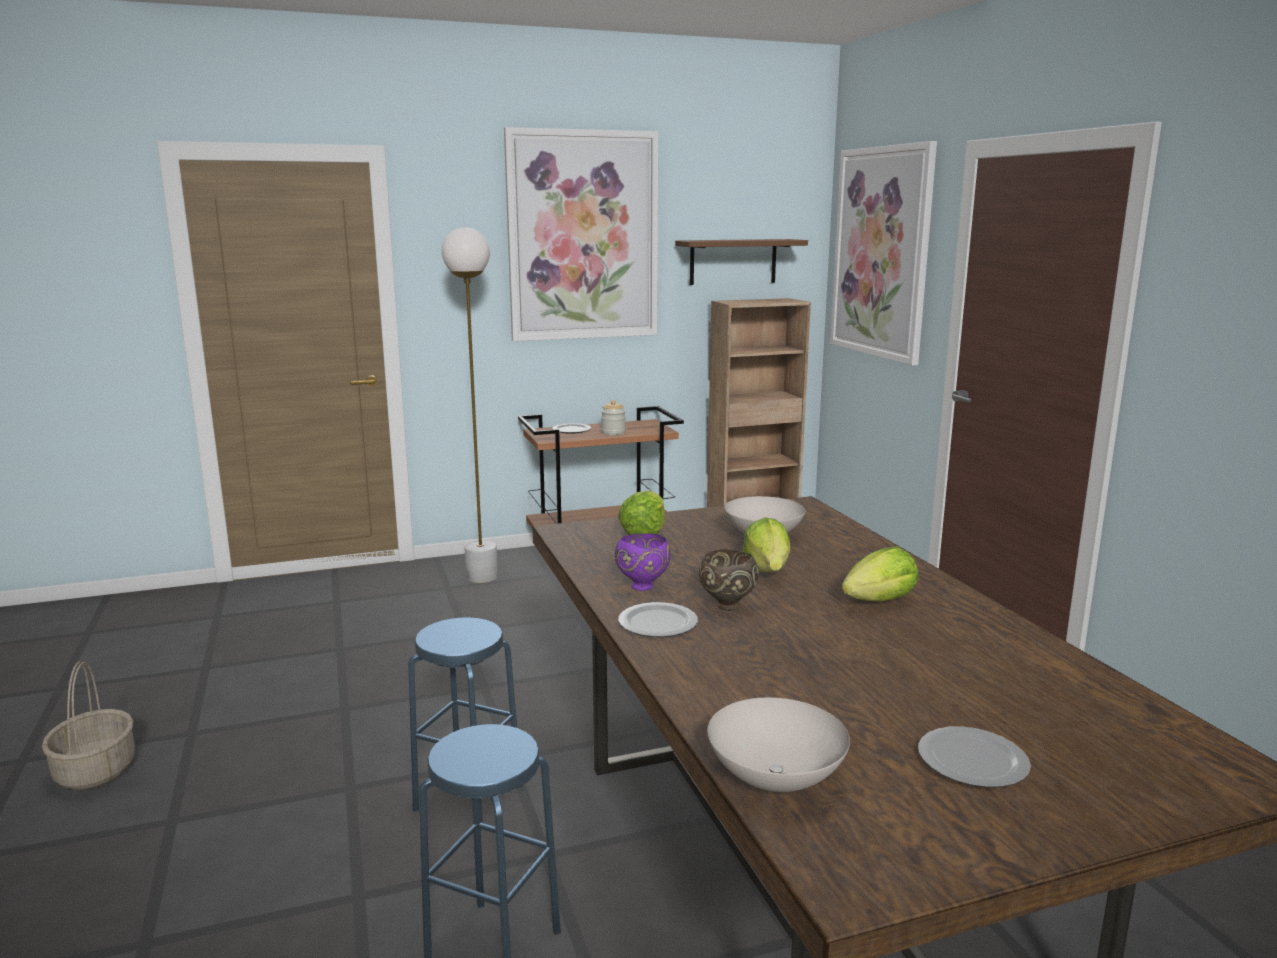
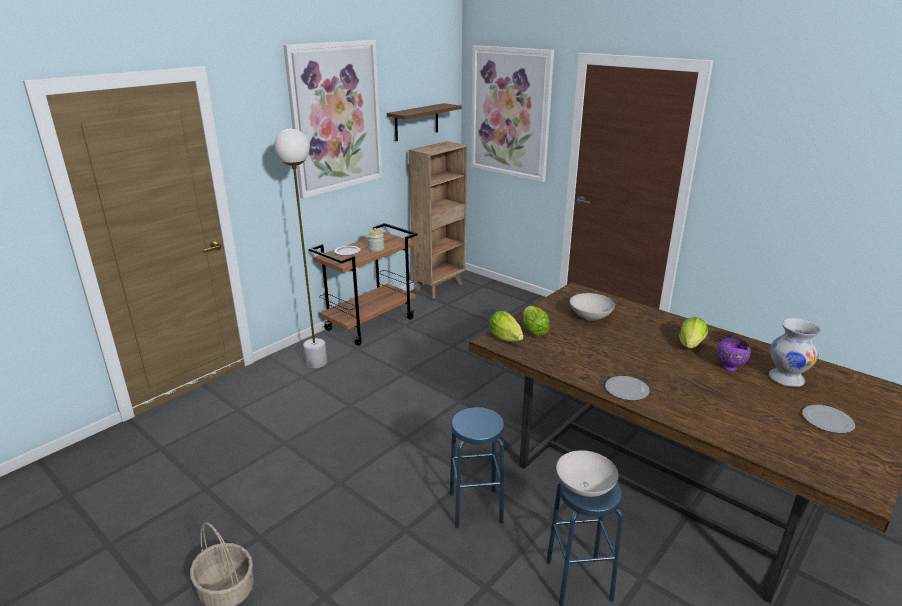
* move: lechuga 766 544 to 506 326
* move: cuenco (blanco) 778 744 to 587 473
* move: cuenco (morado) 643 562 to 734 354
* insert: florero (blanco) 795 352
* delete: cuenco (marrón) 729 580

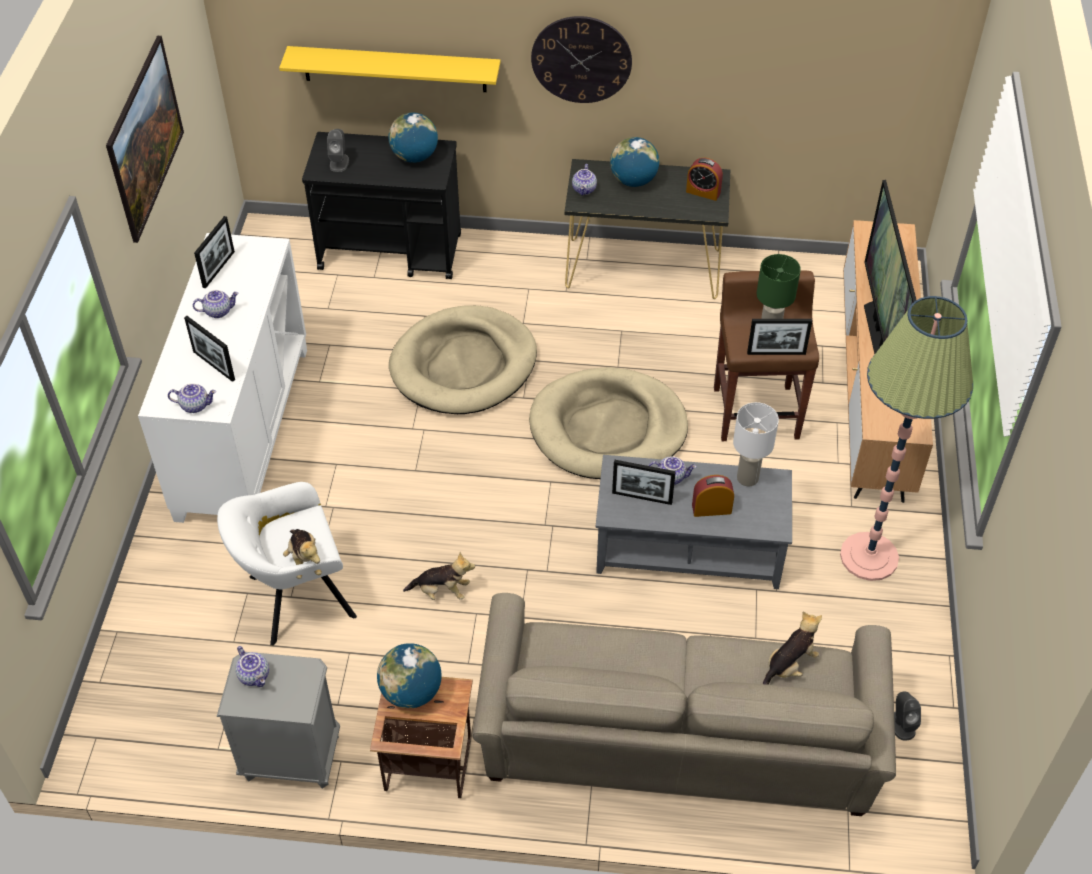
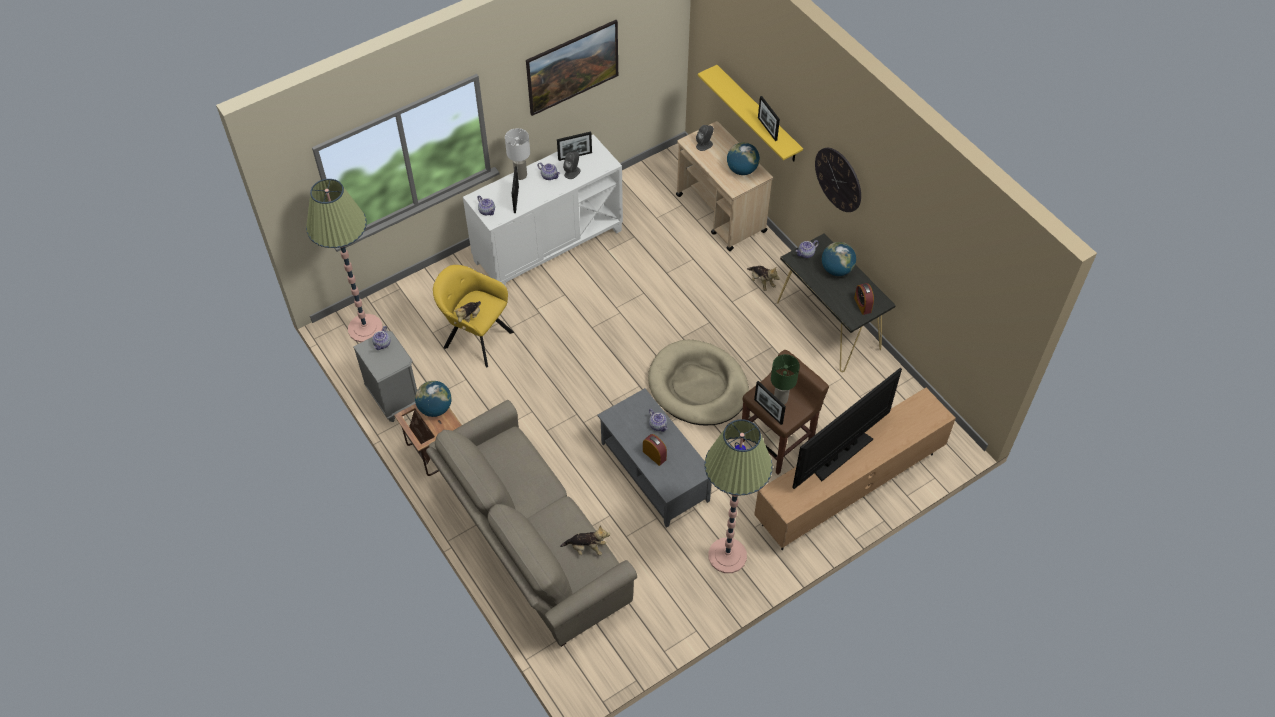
* insert: lámpara de pie 344 260
* recolor: sillón (blanco) 287 564 to sillón (amarillo) 473 316
* move: lámpara de mesa (blanco) 756 444 to 517 154
* move: altavoz (gris) 907 716 to 572 165
* recolor: carrito (negro) 381 205 to carrito (beis) 724 186
* move: peluche 439 576 to 763 278
* move: portarretratos 644 482 to 769 118
* delete: cama para perro (beis) 463 359

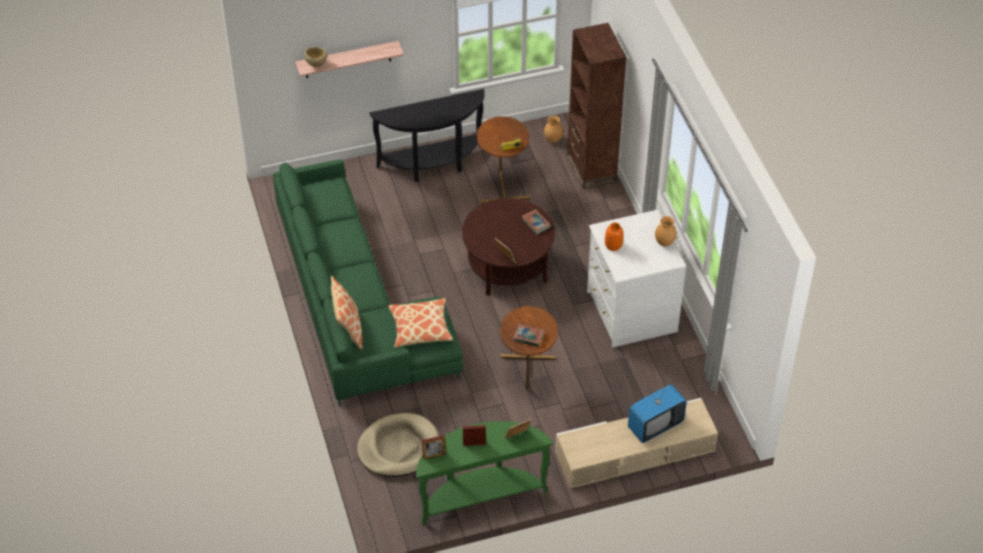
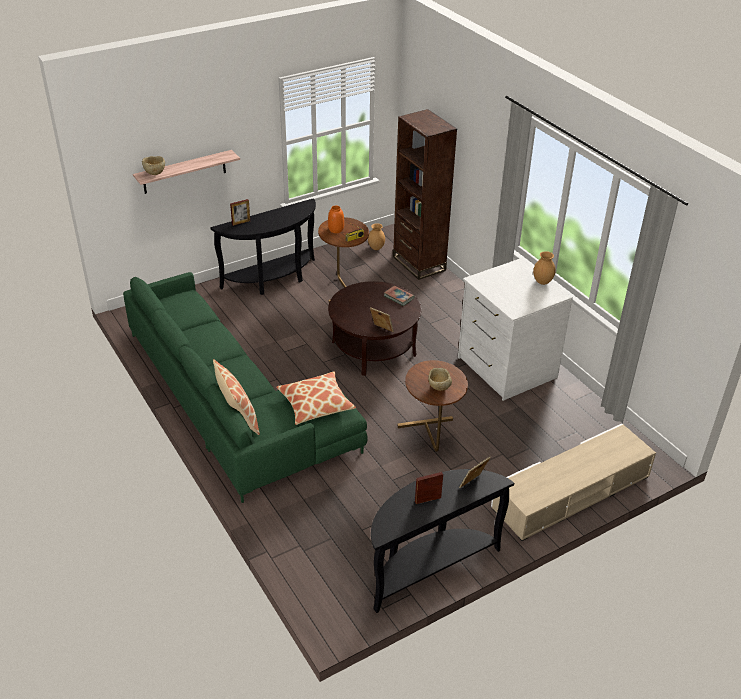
* move: portarretratos 434 447 to 240 212
* move: florero (naranja) 614 237 to 336 219
* recolor: mesa consola (verde) 484 473 to mesa consola (negro) 442 541
* replace: libro 528 335 to cuenco (beis) 440 379
* delete: cama para perro (beis) 398 445
* delete: televisor 657 412

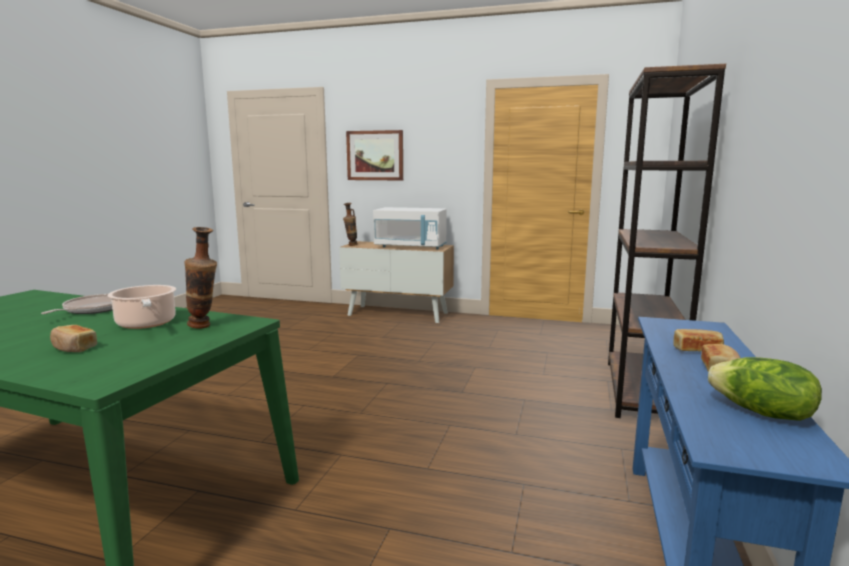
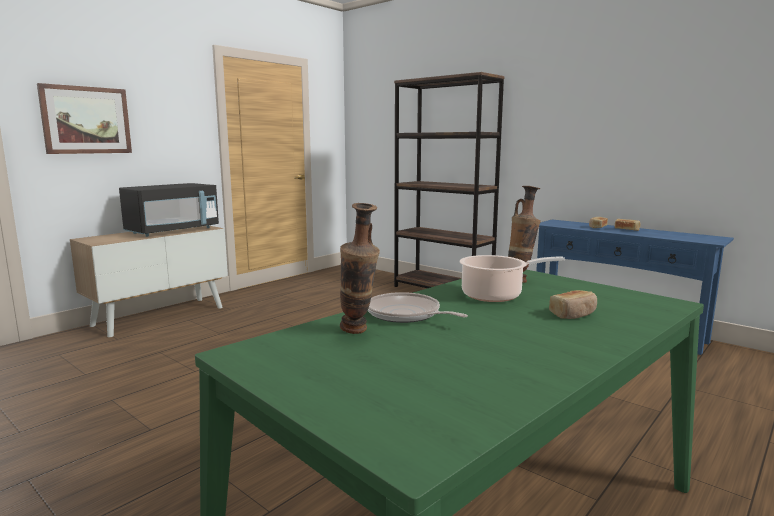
* recolor: microondas (blanco) 410 228 to microondas (negro) 169 210
* move: florero 350 224 to 360 268
* delete: lechuga 765 389

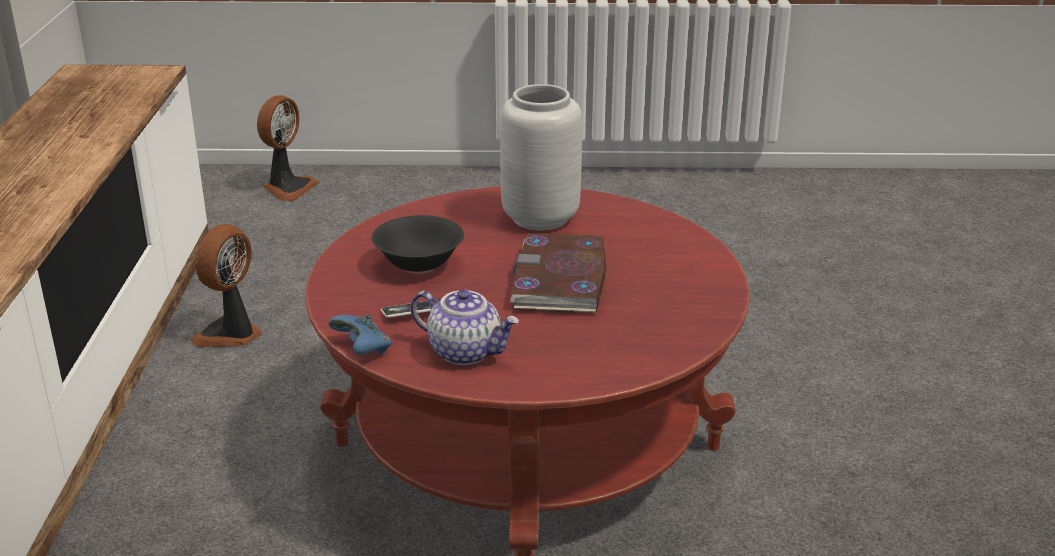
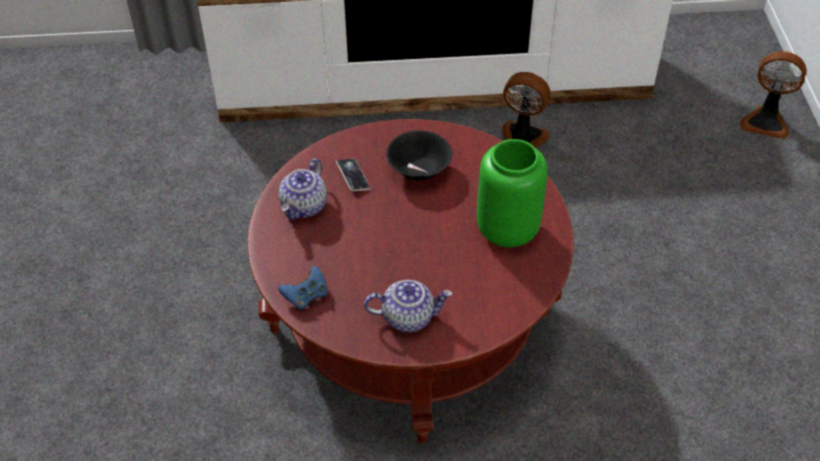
* move: mando de consola (azul) 360 334 to 303 288
* insert: tetera 408 306
* recolor: florero (gris) 541 157 to florero (verde) 512 193
* delete: libro 558 273

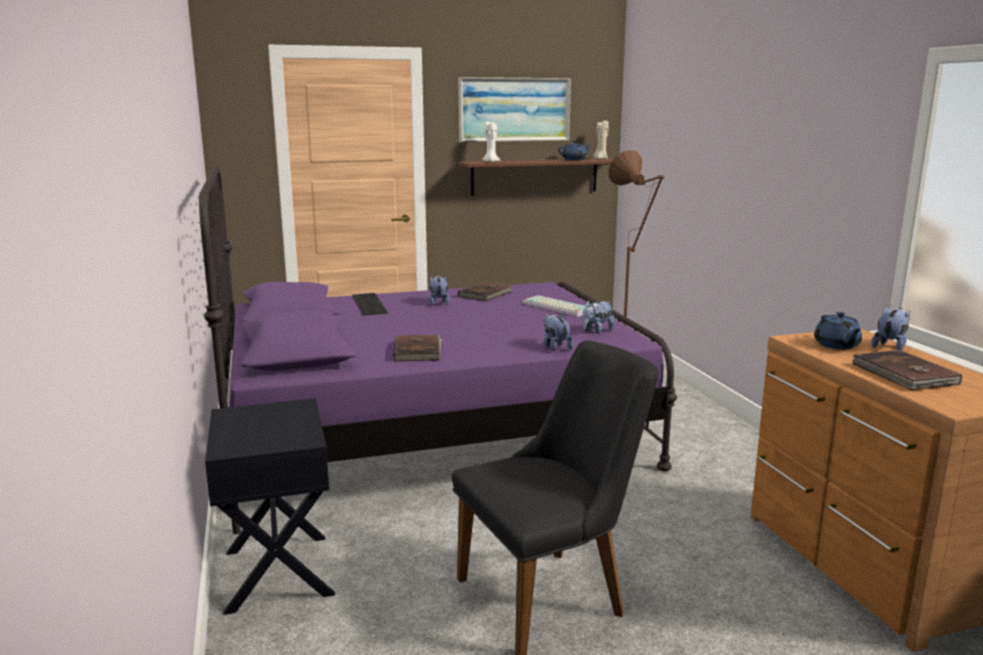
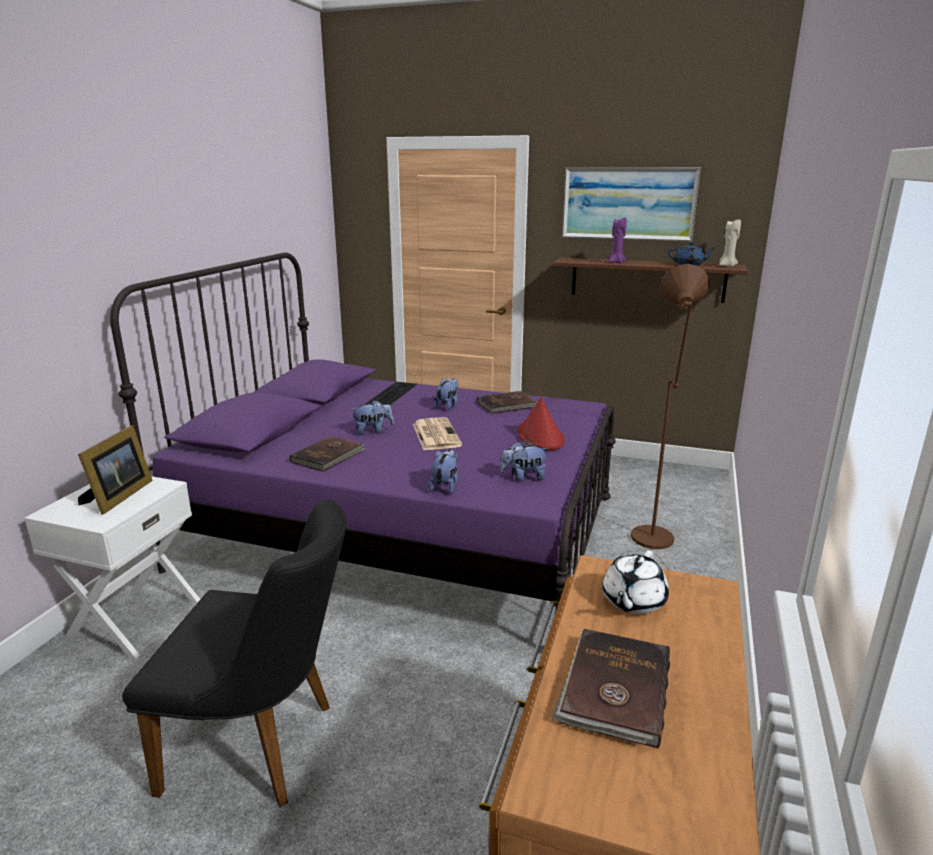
* recolor: mesita de noche (negro) 270 506 to mesita de noche (blanco) 112 567
* insert: portarretratos 115 470
* move: peluche 890 328 to 372 417
* insert: periódico 437 433
* replace: teclado 553 306 to sombrero (rojo) 541 424
* recolor: tetera (azul) 838 330 to tetera (blanco) 635 582
* insert: vela (morado) 618 240
* delete: vela (blanco) 491 142

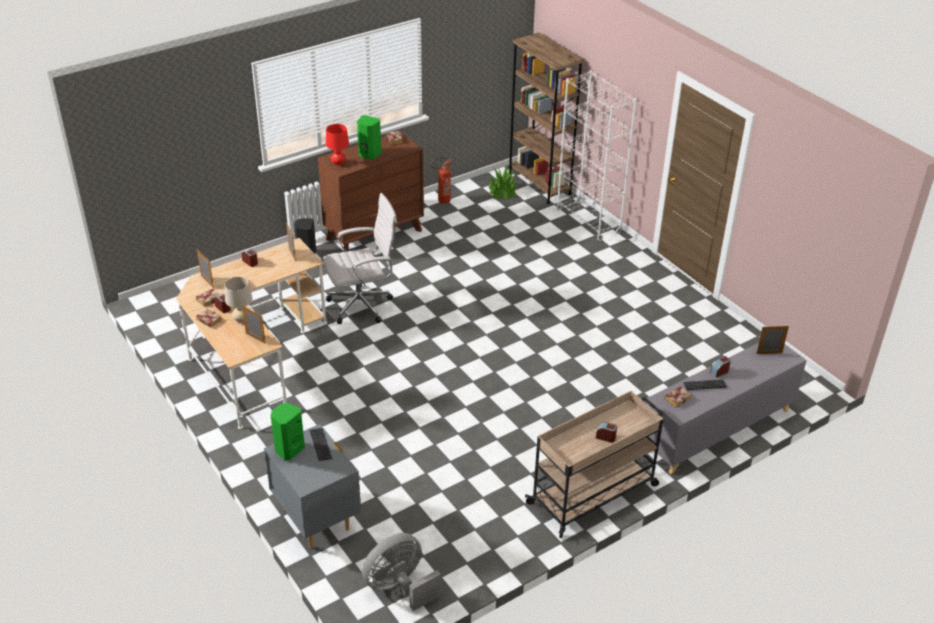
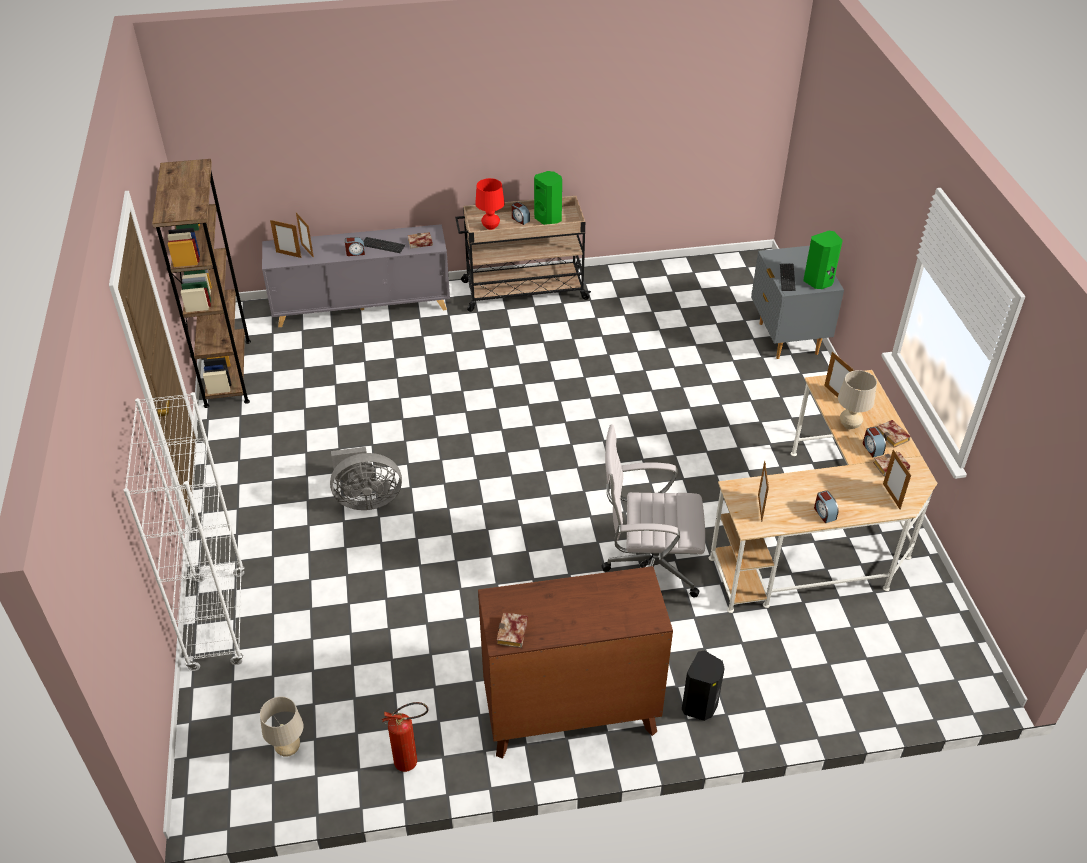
* move: estantería (marrón) 546 118 to 201 283
* replace: planta en maceta 503 182 to lámpara de mesa (beis) 281 727
* insert: portarretratos 305 235
* move: ventilador (gris) 401 572 to 366 478
* move: lámpara de mesa (rojo) 337 144 to 489 204
* move: altavoz (verde) 369 137 to 548 198

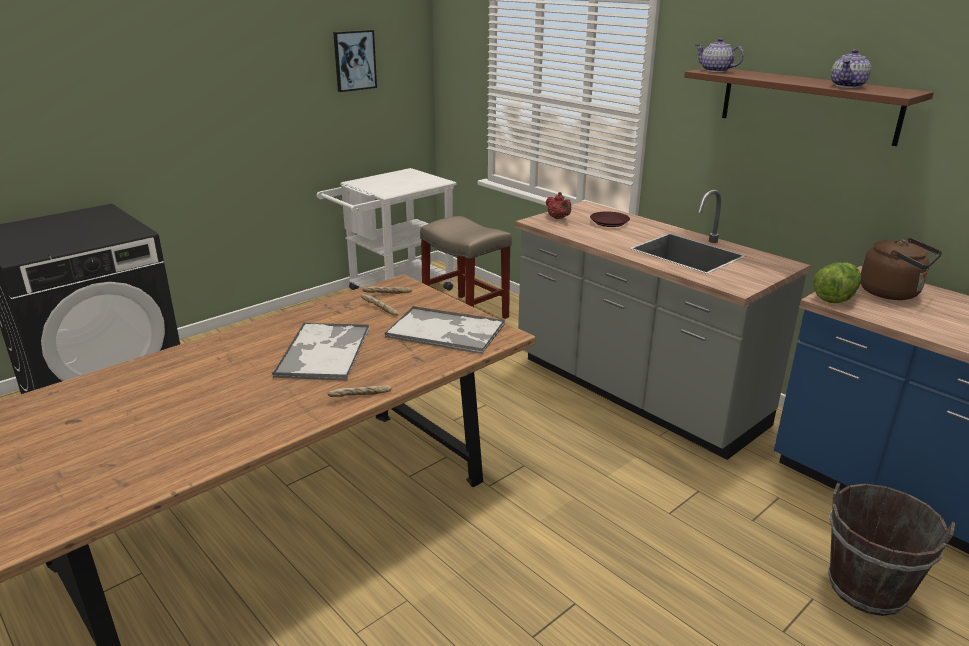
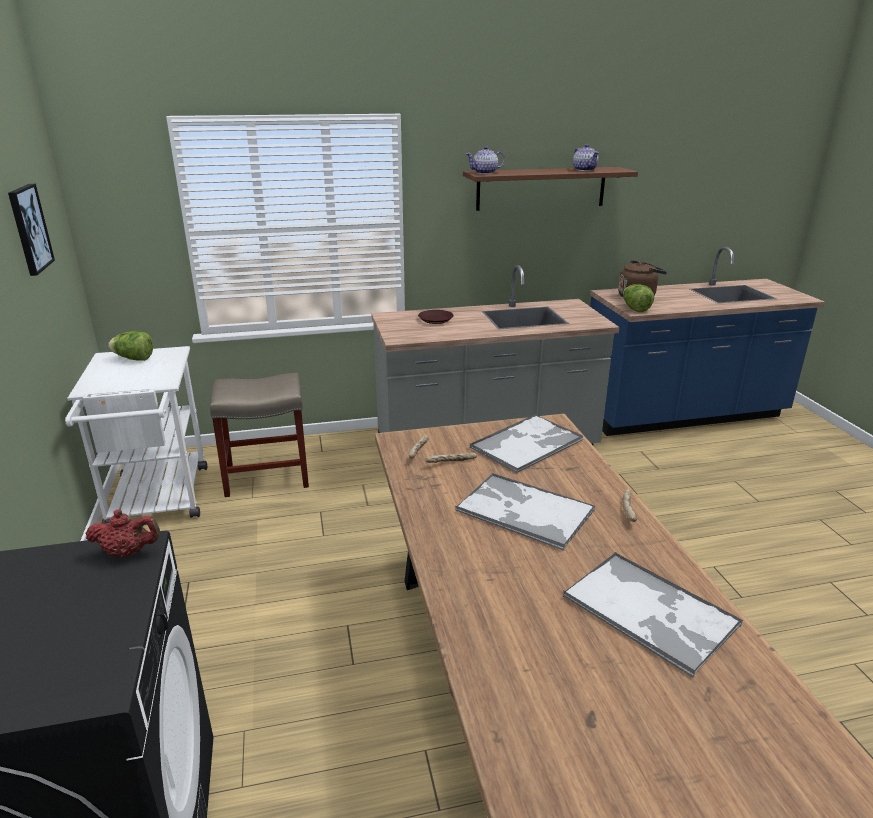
* move: tetera (rojo) 558 205 to 123 533
* insert: lechuga 130 346
* insert: bandeja 653 615
* delete: cubo (marrón) 891 549

